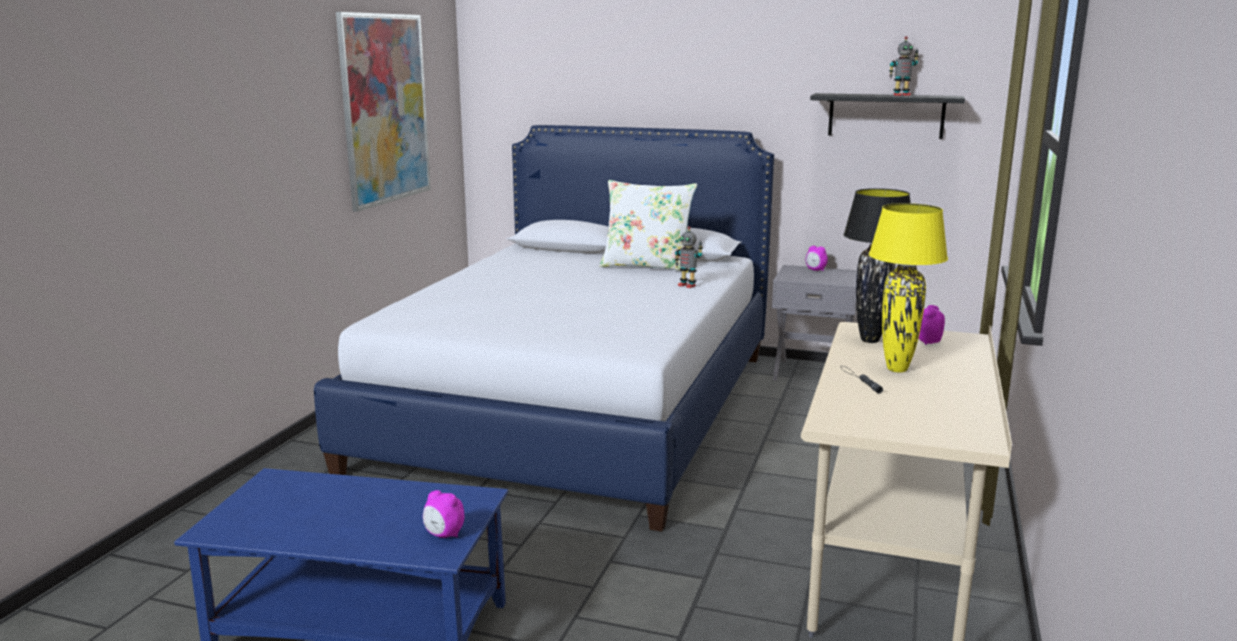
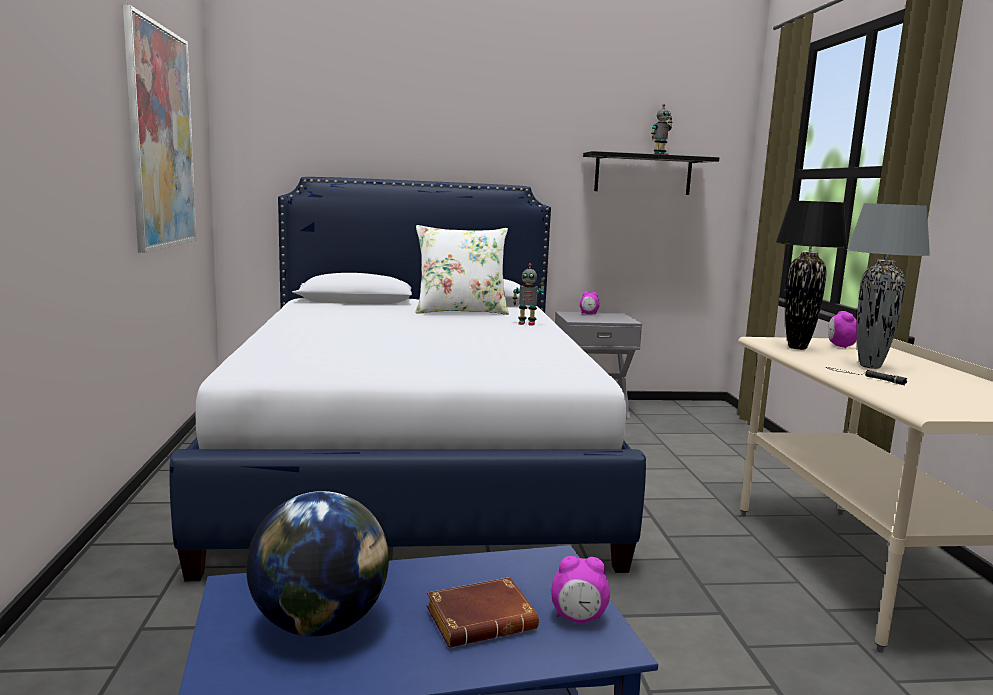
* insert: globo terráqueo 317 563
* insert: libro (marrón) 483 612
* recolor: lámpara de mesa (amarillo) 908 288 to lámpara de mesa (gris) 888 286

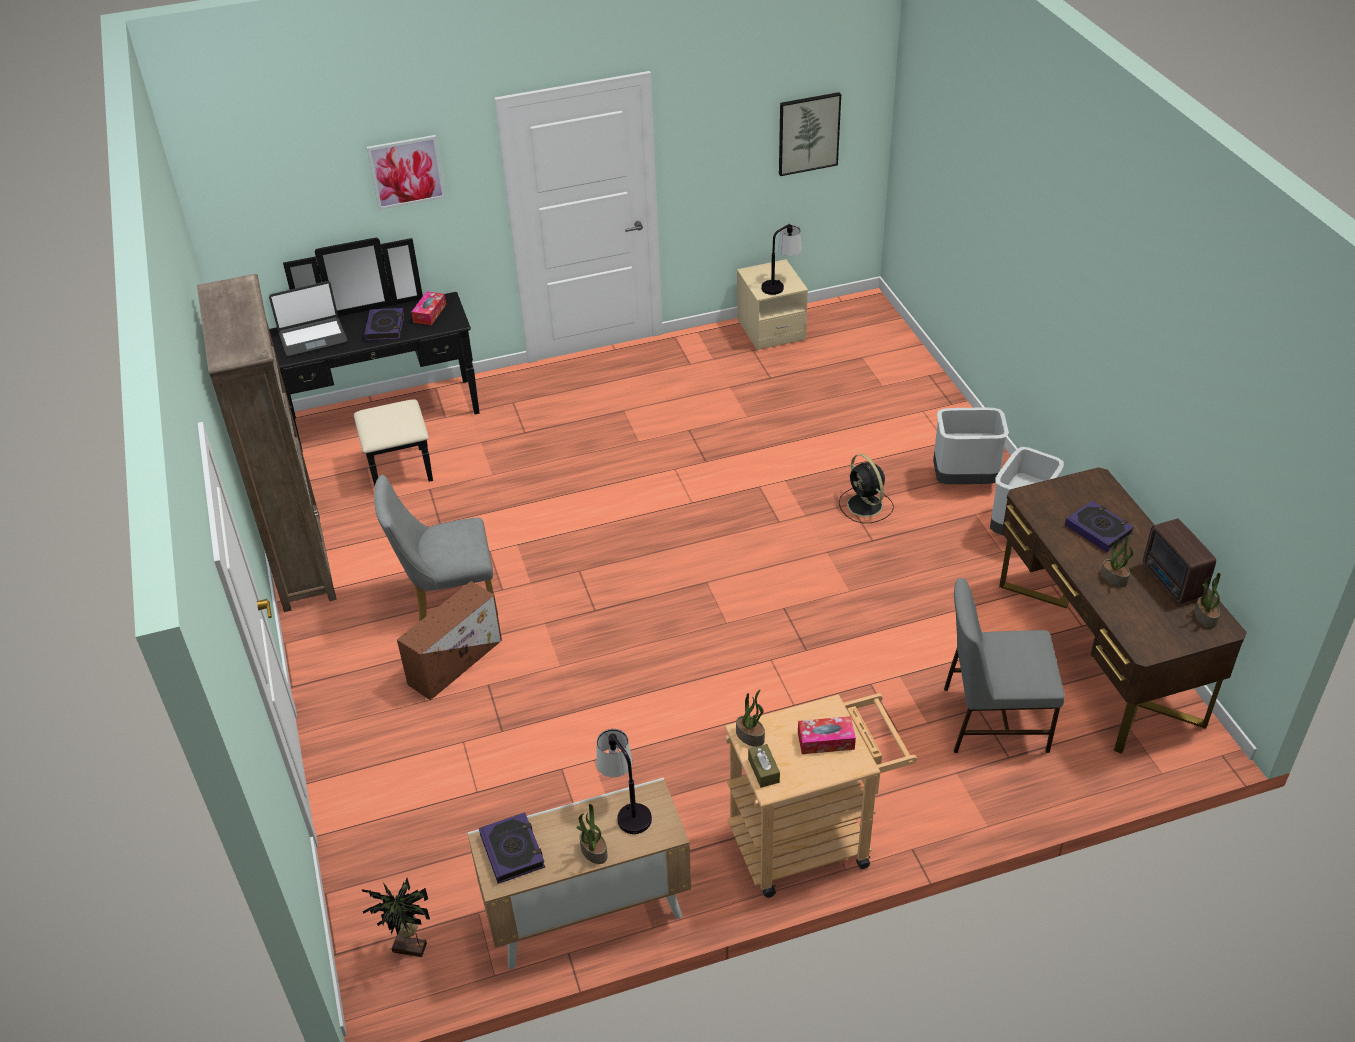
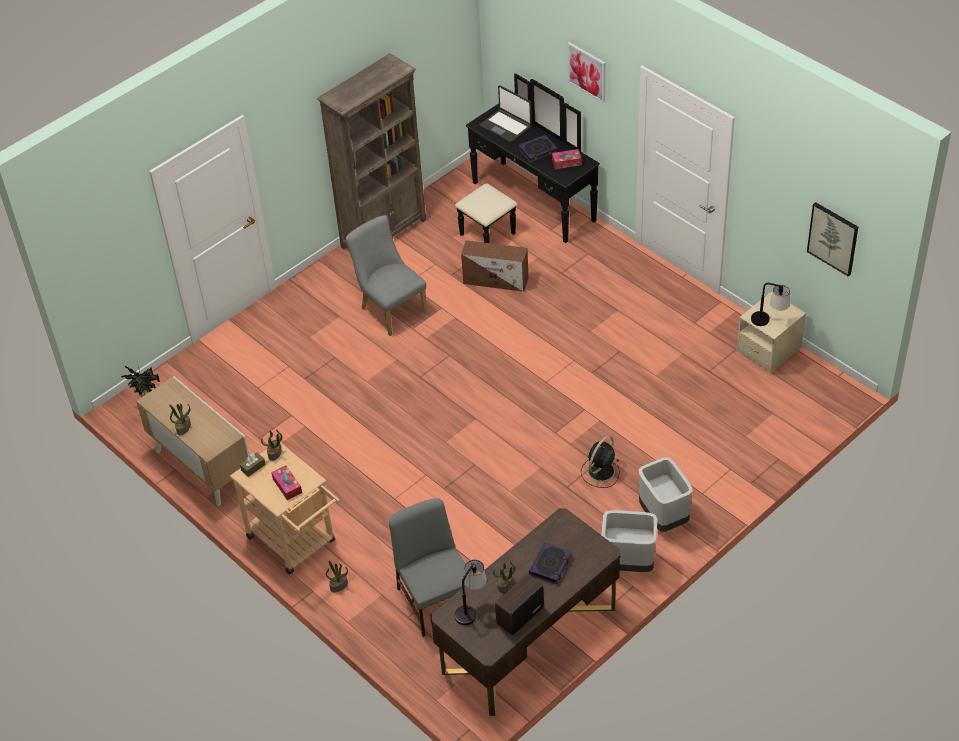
* move: planta en maceta 1207 600 to 337 576
* move: lámpara de mesa 624 781 to 471 592
* move: caja de almacenaje (marrón) 449 640 to 494 266
* delete: libro 512 848

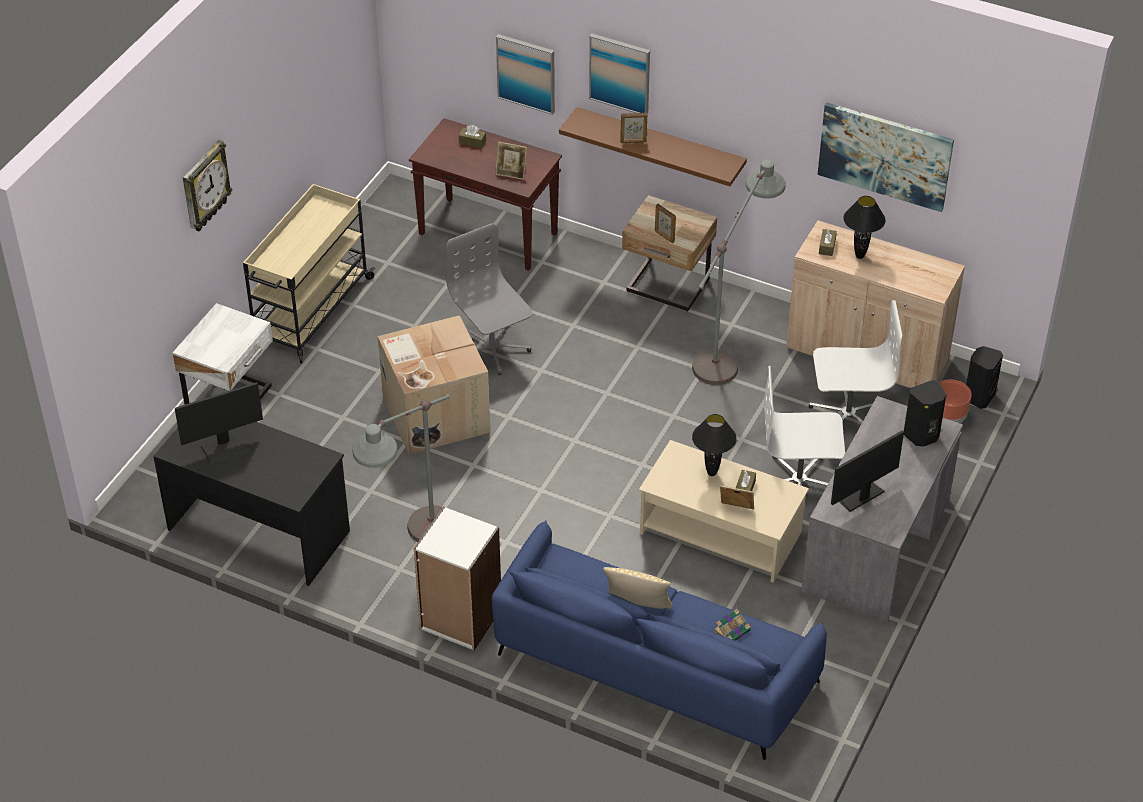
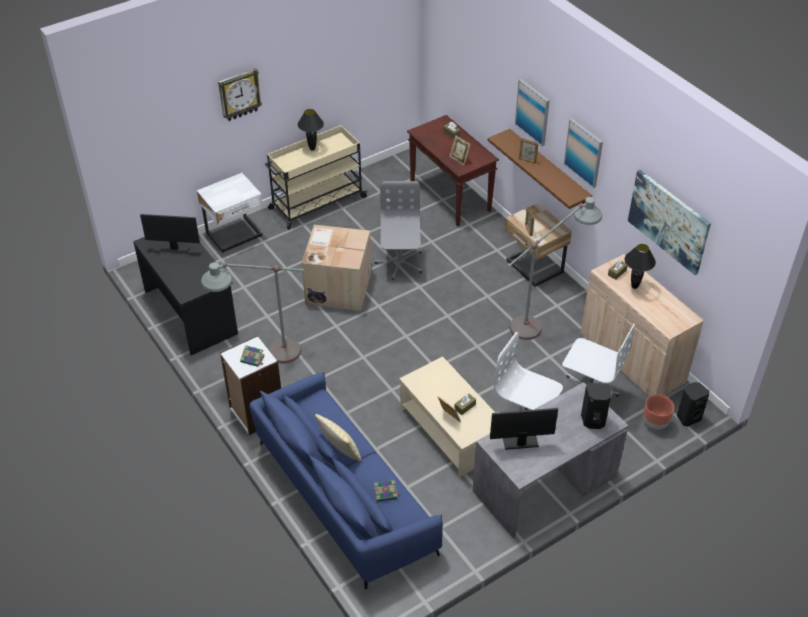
* insert: libro 252 356
* move: lámpara de mesa (negro) 714 445 to 311 130
* move: cuadro 525 74 to 583 153

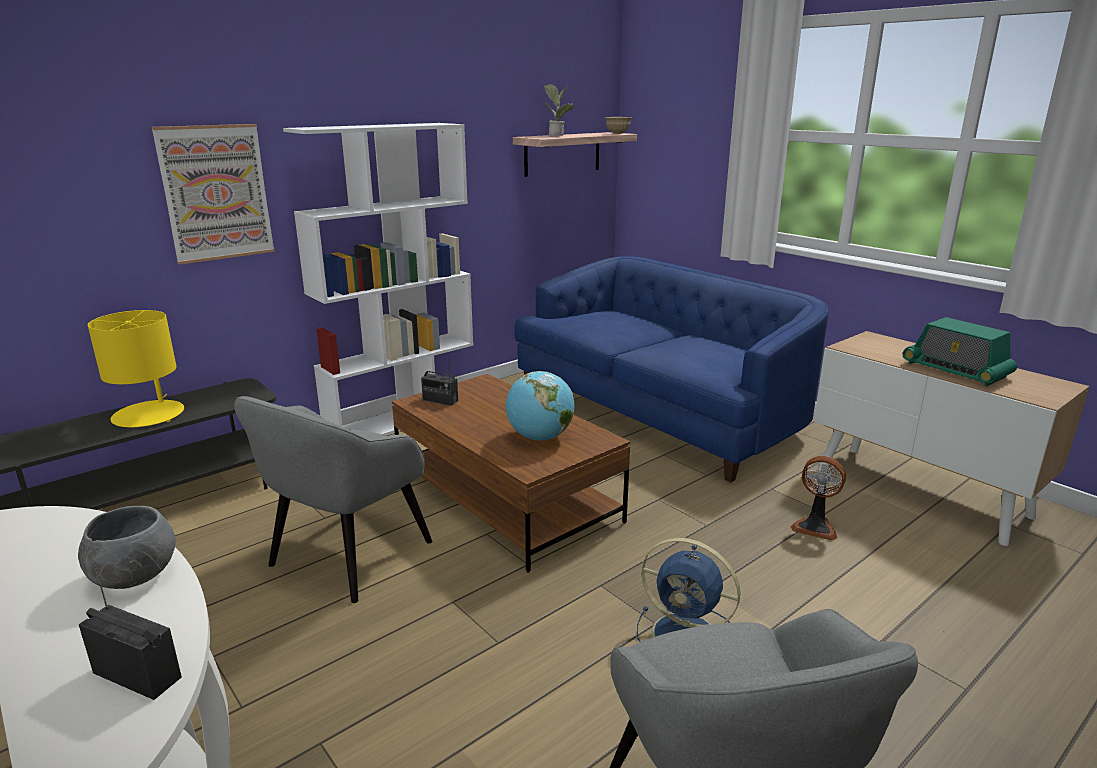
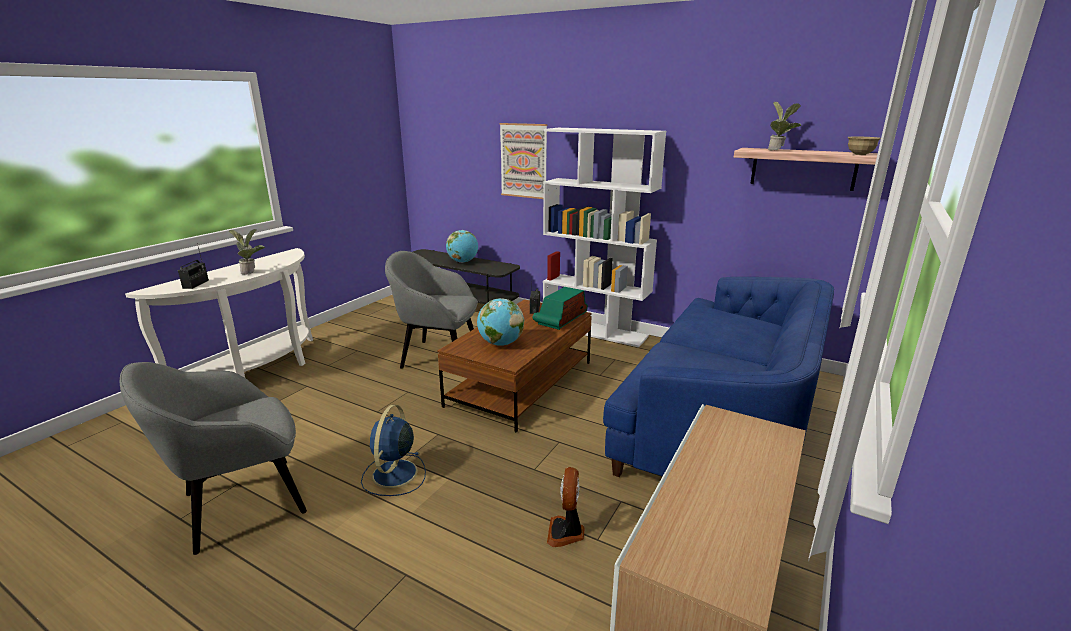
* replace: cuenco (gris) 127 547 to planta en maceta 247 252
* replace: lámpara de mesa (amarillo) 136 368 to globo terráqueo 462 246
* move: radio 959 351 to 560 308

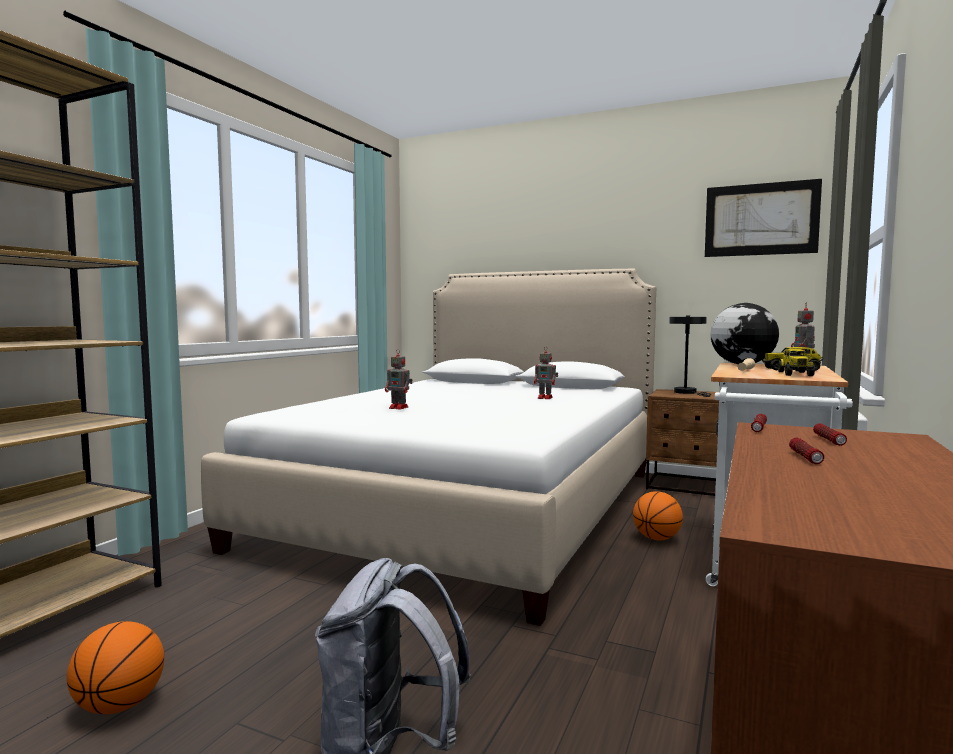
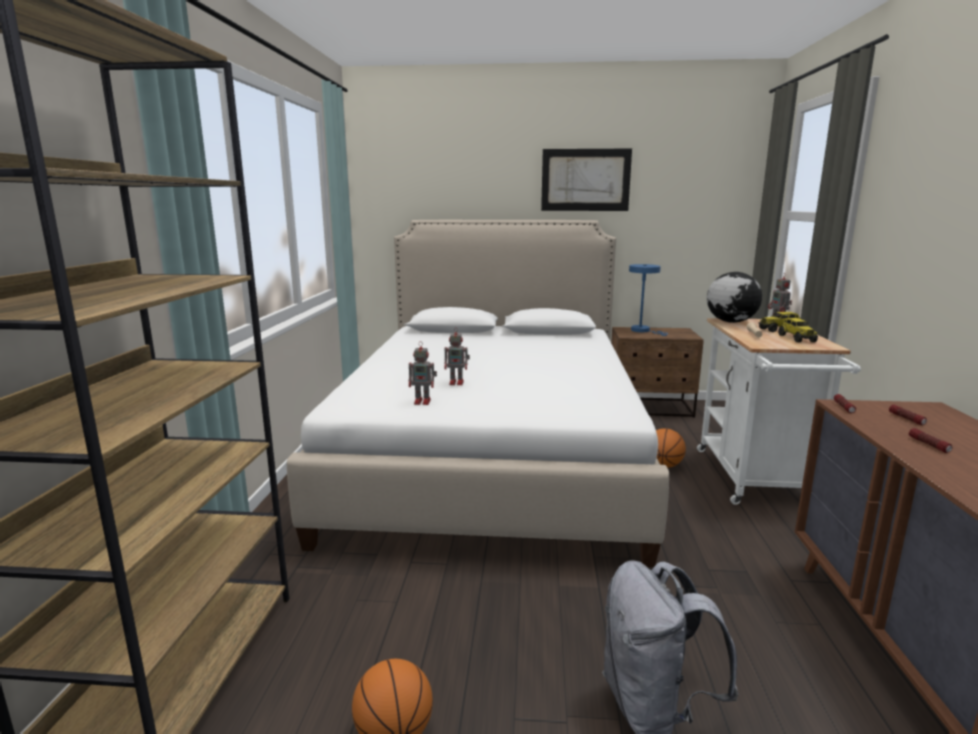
* move: robot de juguete 546 372 to 423 373
* move: cuadro 763 218 to 586 180
* recolor: lámpara de mesa (negro) 690 356 to lámpara de mesa (azul) 648 300

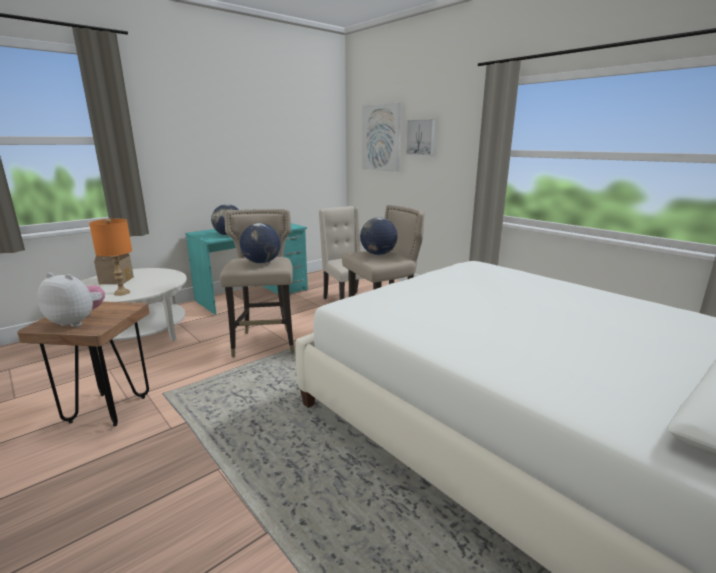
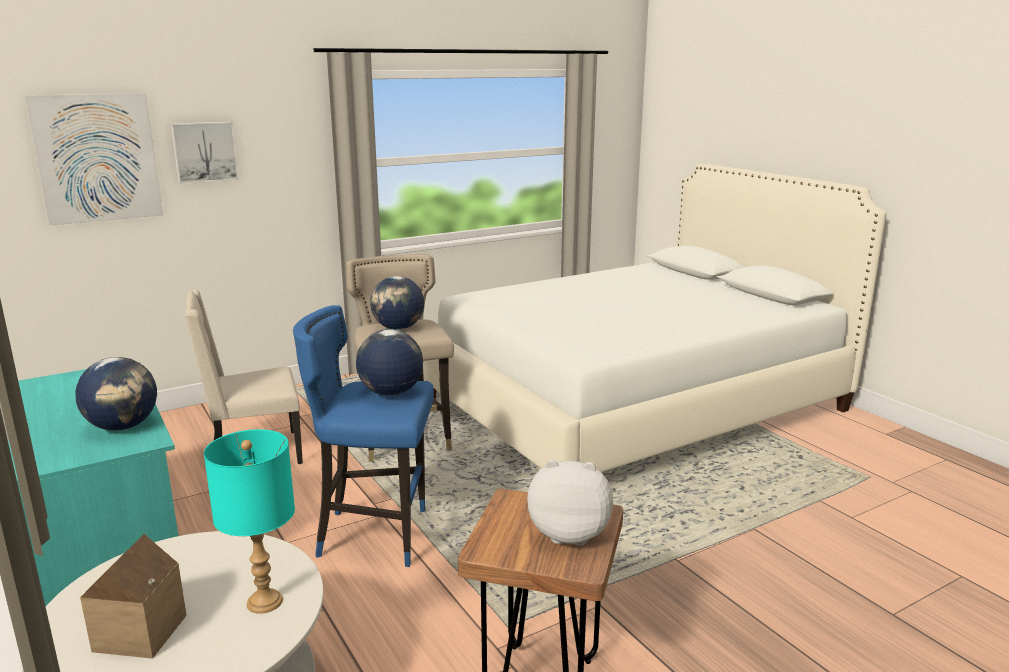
* recolor: lámpara de mesa (naranja) 110 257 to lámpara de mesa (turquesa) 249 521
* recolor: taburete (beis) 257 283 to taburete (azul) 363 436
* rotate: peluche 71 300 = 570 502 75 degrees clockwise

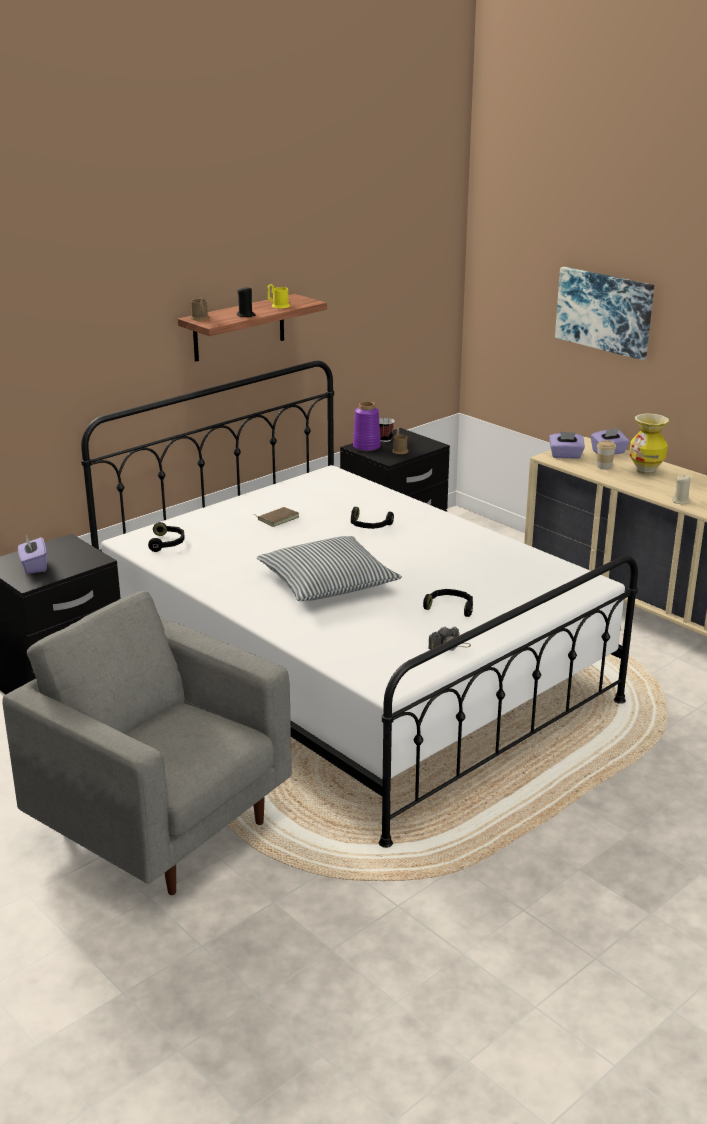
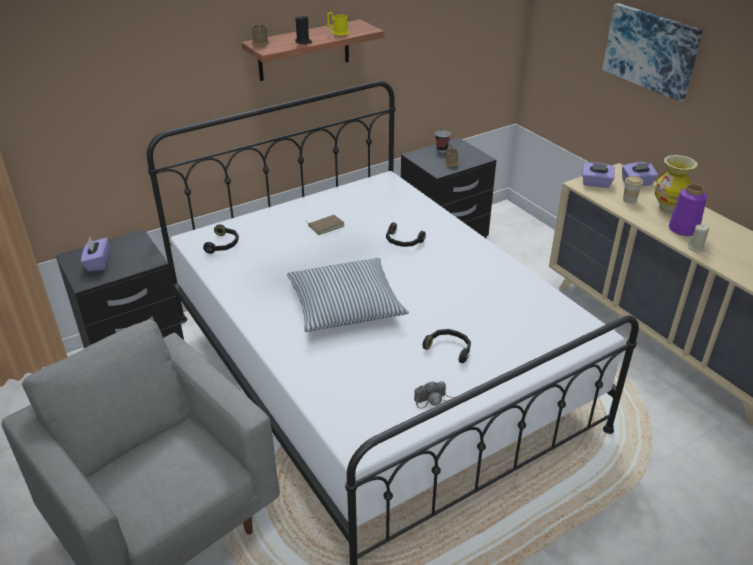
* move: florero (morado) 367 426 to 688 210

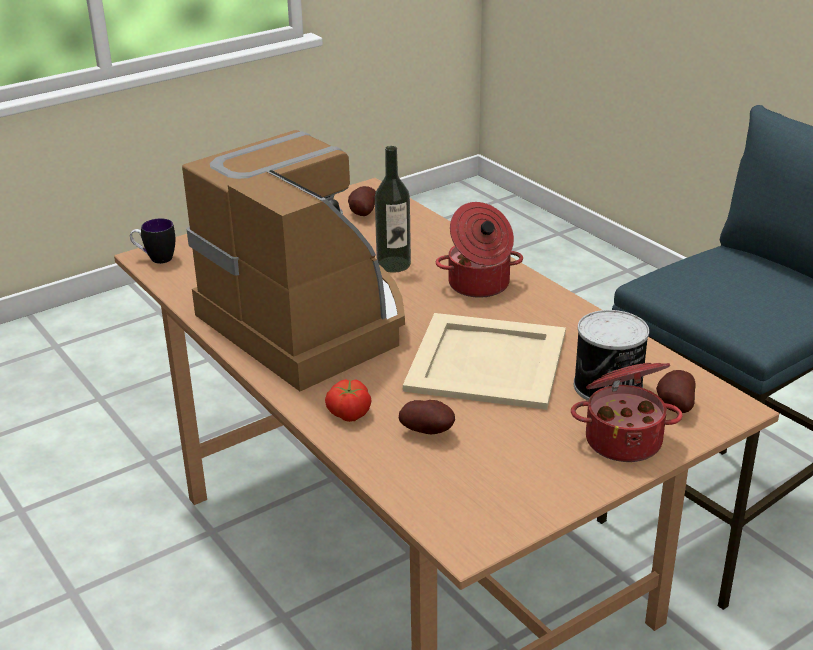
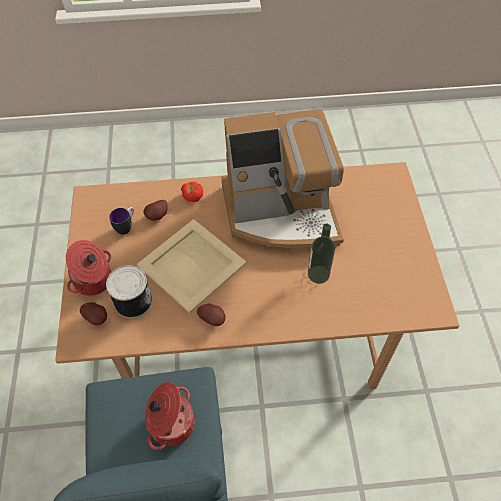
* move: taza grande 152 241 to 121 221
* move: olla 479 250 to 170 416
* move: patata 362 201 to 211 315

